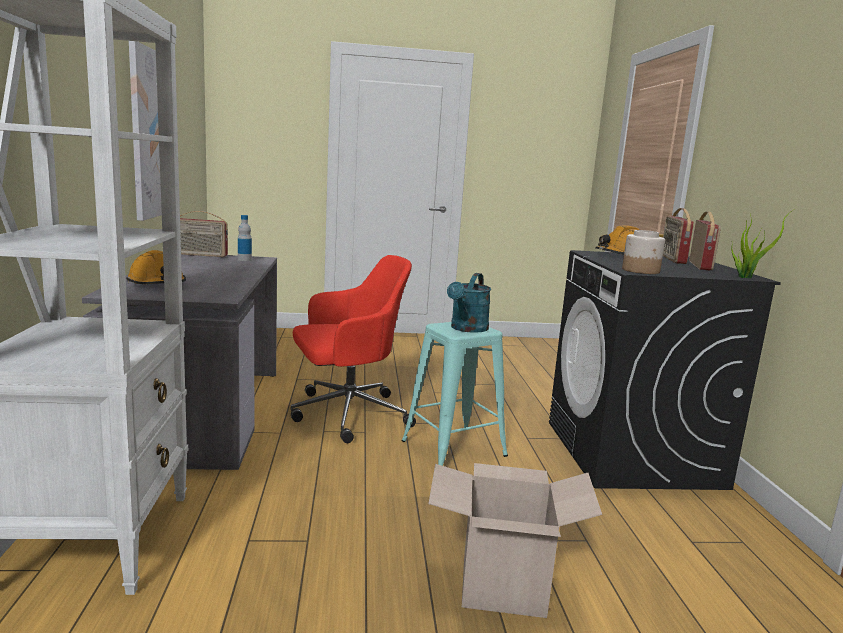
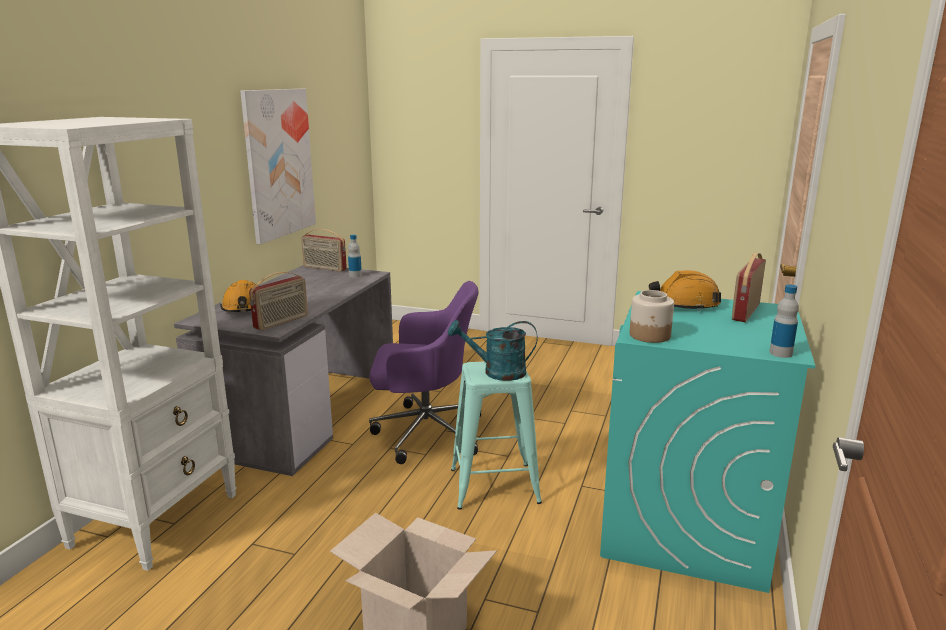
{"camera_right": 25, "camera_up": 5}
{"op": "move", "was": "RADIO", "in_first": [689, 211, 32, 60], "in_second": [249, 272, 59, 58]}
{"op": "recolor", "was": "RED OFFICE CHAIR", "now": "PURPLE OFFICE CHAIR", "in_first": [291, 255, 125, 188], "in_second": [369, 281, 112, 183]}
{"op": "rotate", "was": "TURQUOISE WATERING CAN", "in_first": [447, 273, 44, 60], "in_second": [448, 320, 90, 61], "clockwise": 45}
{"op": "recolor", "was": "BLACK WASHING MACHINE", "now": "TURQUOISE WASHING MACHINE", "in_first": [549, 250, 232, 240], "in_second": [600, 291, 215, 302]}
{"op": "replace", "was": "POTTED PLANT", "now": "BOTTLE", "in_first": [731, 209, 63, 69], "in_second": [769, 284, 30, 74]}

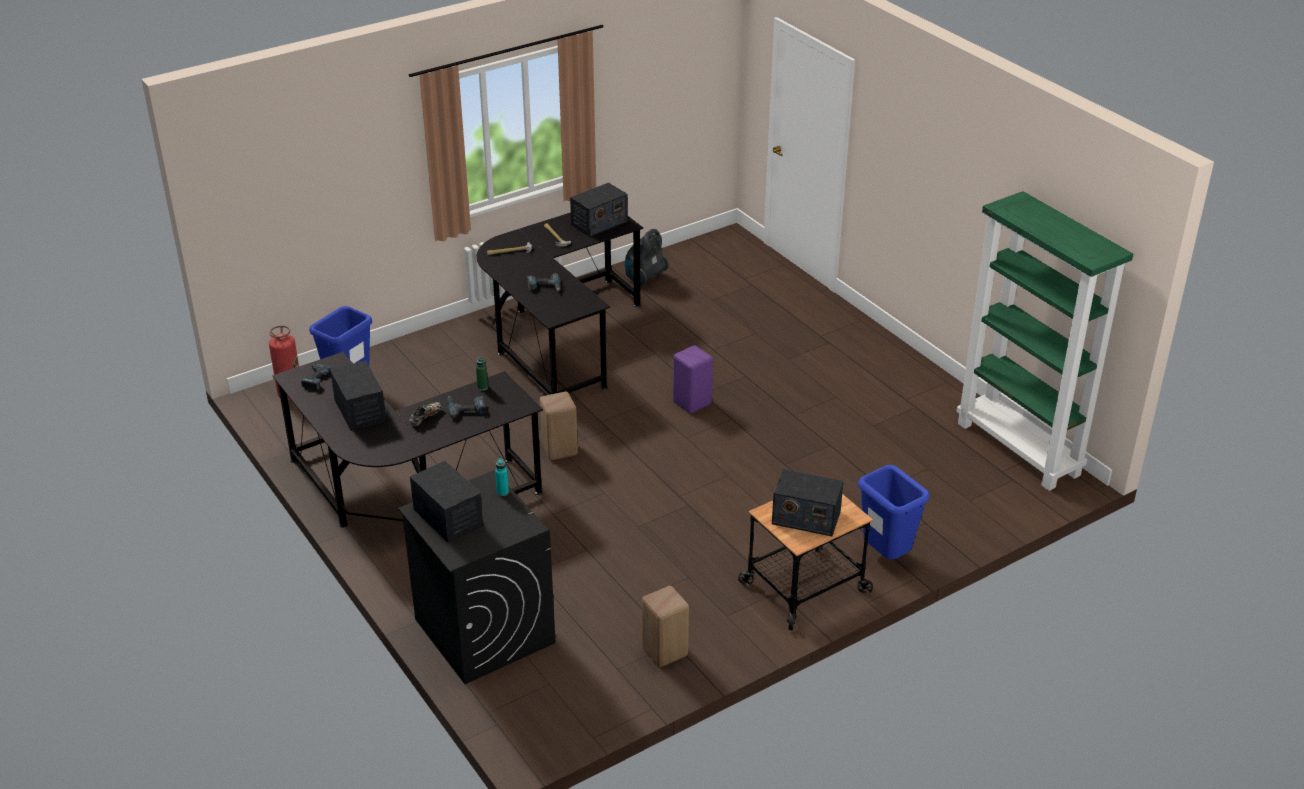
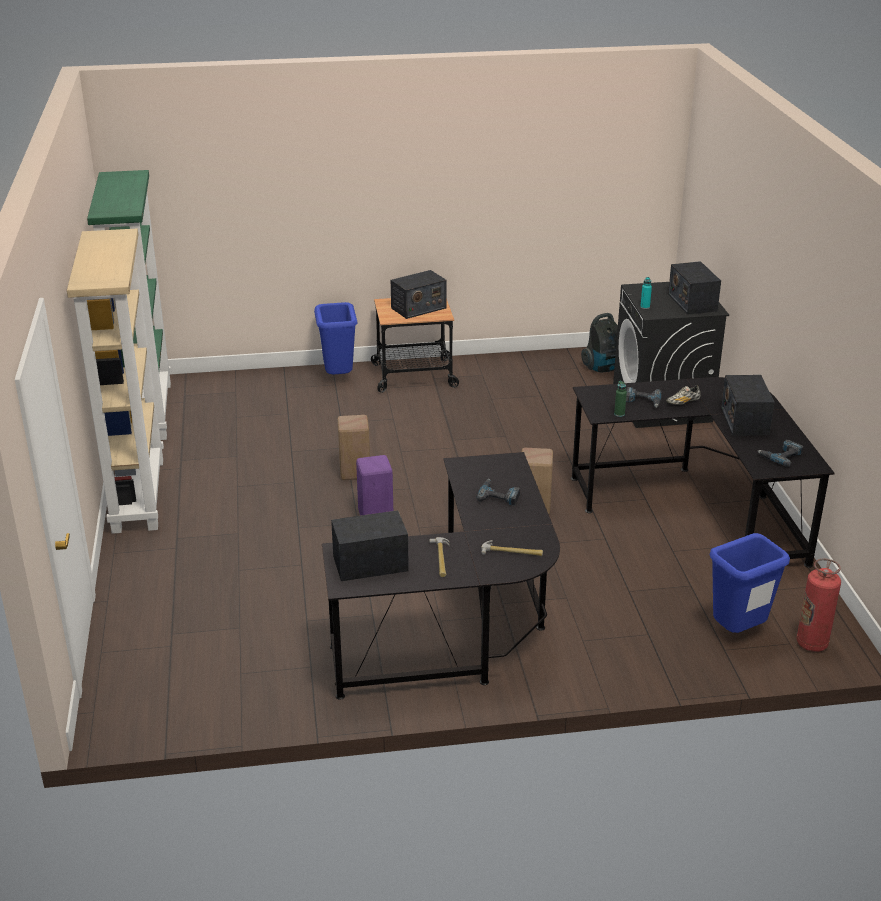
{"camera_right": -155, "camera_up": -5}
{"op": "insert", "now": "BEIGE BOOKCASE", "in_second": [67, 229, 97, 305]}
{"op": "move", "was": "BEIGE STOOL", "in_first": [642, 586, 47, 81], "in_second": [338, 415, 32, 65]}
{"op": "rotate", "was": "RADIO", "in_first": [772, 469, 71, 67], "in_second": [391, 270, 56, 49], "clockwise": 105}
{"op": "move", "was": "VACUUM CLEANER", "in_first": [625, 229, 44, 58], "in_second": [581, 313, 37, 59]}

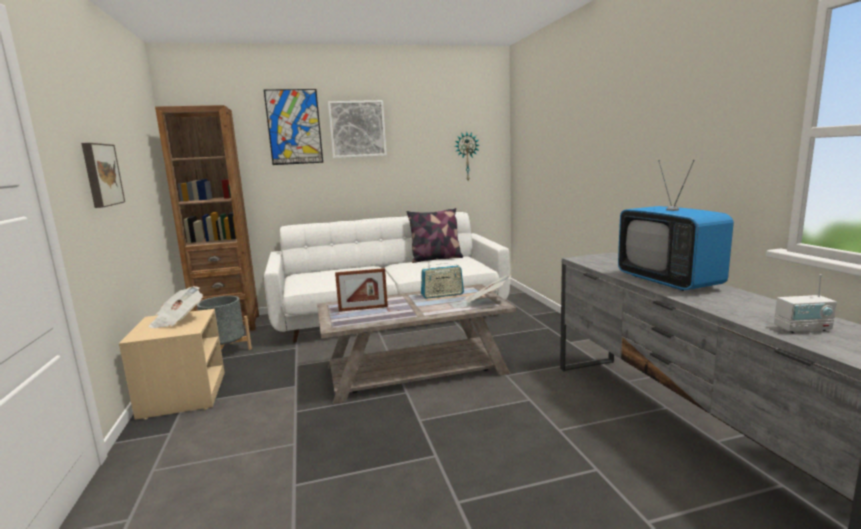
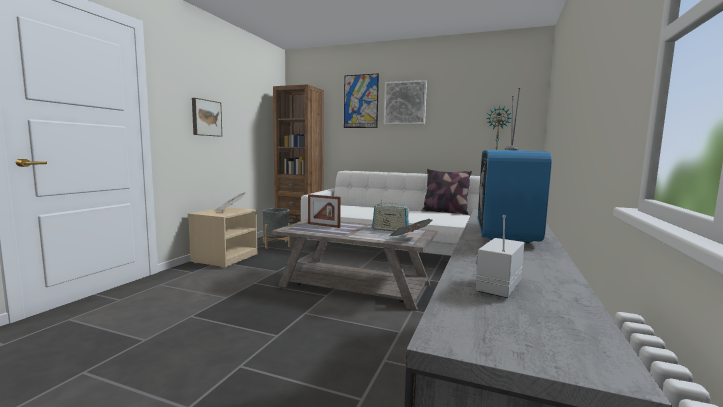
{"camera_right": 35, "camera_up": -5}
{"op": "rotate", "was": "RADIO", "in_first": [774, 274, 63, 59], "in_second": [475, 215, 49, 83], "clockwise": 90}

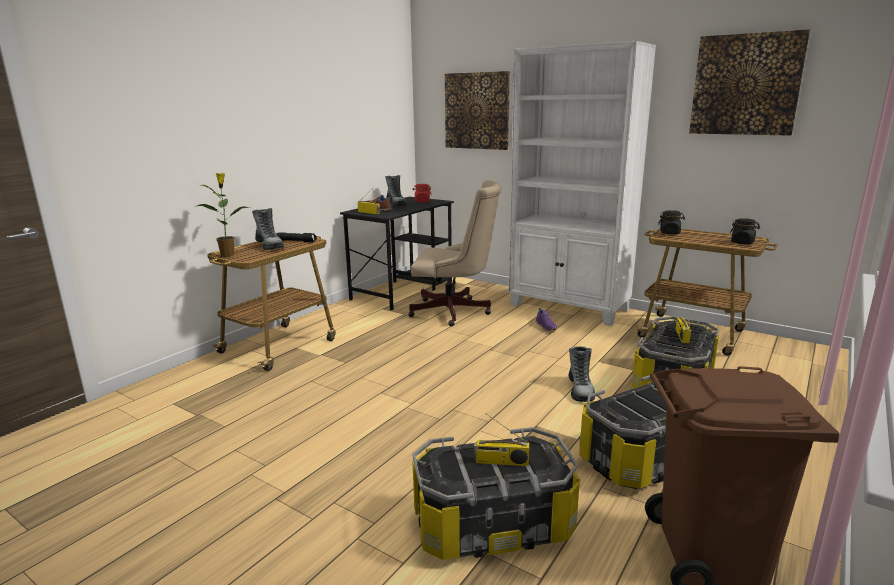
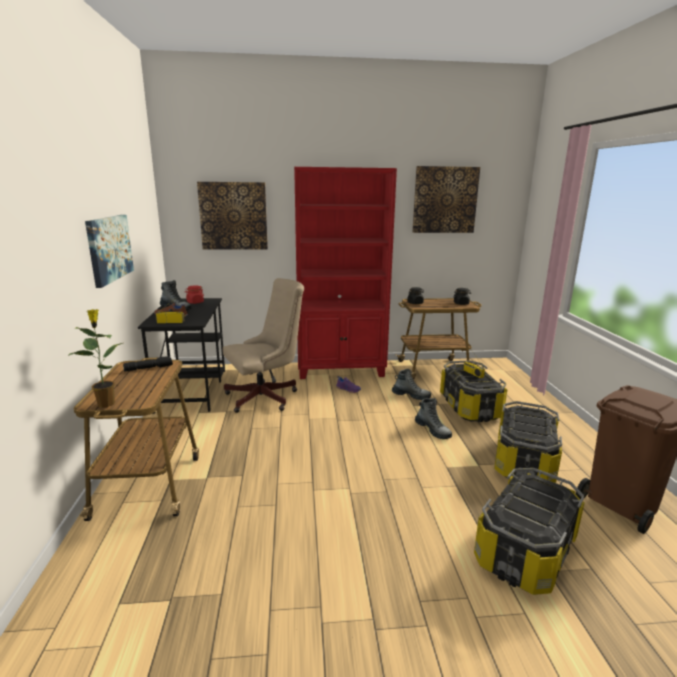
{"camera_right": -40, "camera_up": 0}
{"op": "insert", "now": "PICTURE", "in_second": [85, 215, 49, 73]}
{"op": "recolor", "was": "WHITE BOOKCASE", "now": "RED BOOKCASE", "in_first": [508, 41, 148, 285], "in_second": [294, 167, 103, 212]}
{"op": "move", "was": "BOOT", "in_first": [252, 208, 33, 42], "in_second": [392, 369, 39, 31]}
{"op": "delete", "was": "RADIO", "in_first": [474, 413, 55, 53]}

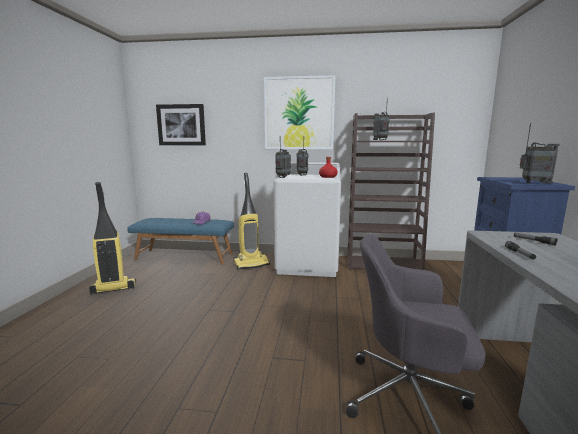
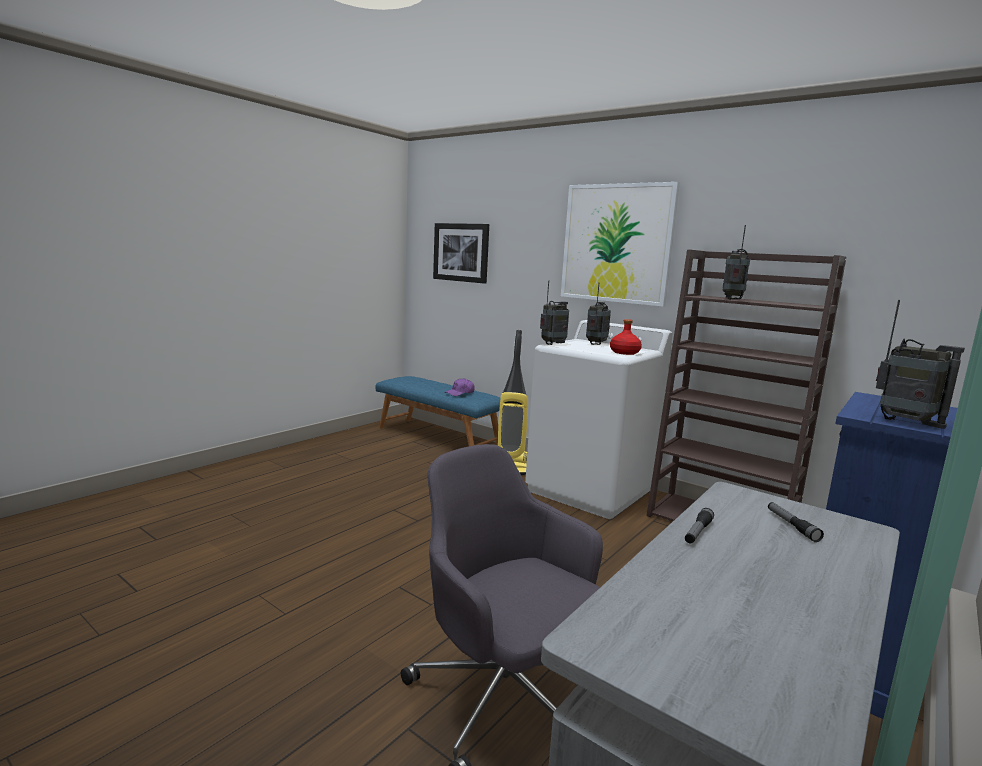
{"camera_right": 30, "camera_up": 0}
{"op": "delete", "was": "VACUUM CLEANER", "in_first": [89, 182, 47, 113]}

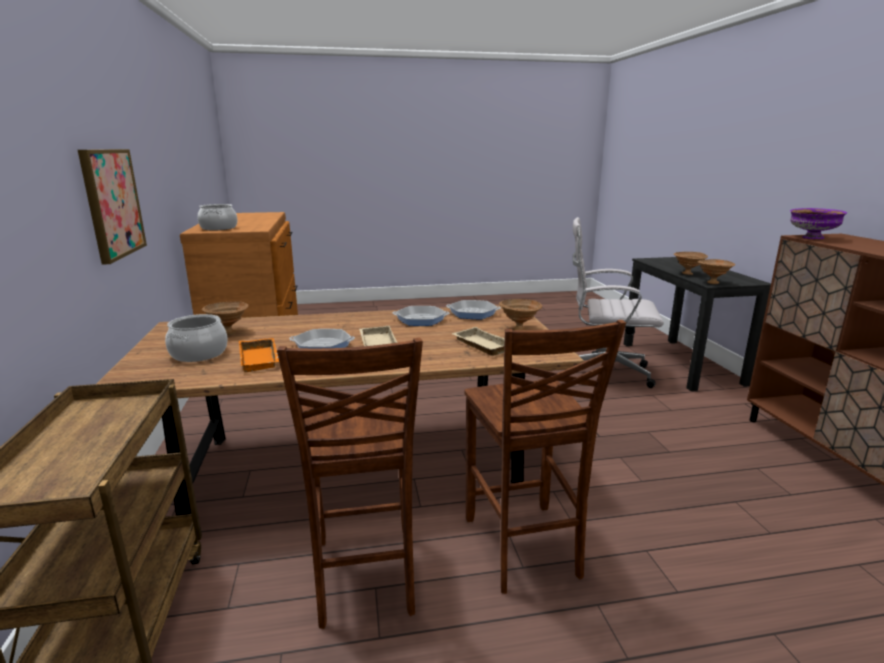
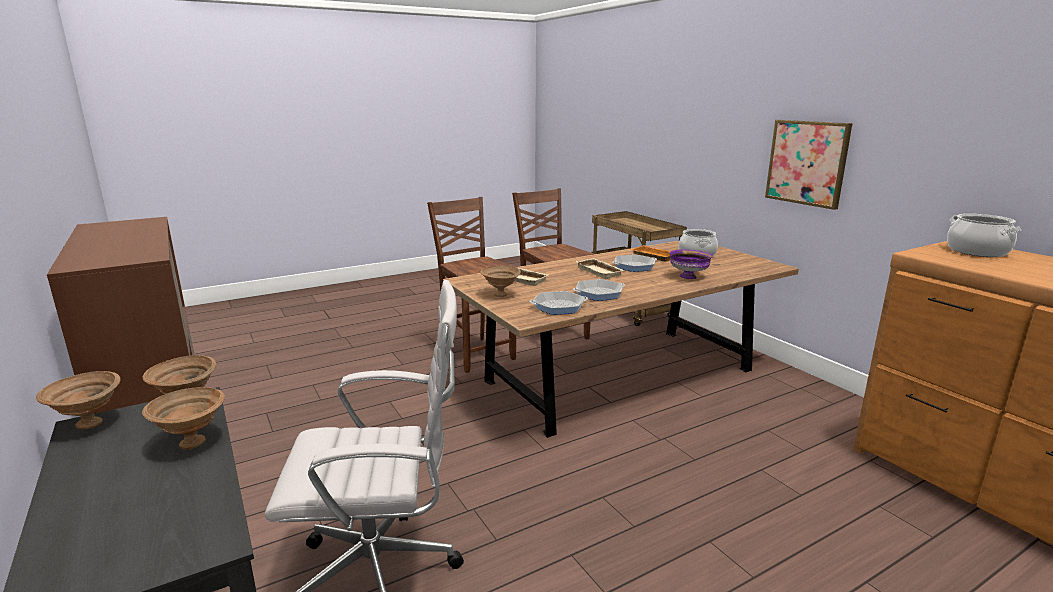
{"camera_right": 160, "camera_up": 0}
{"op": "move", "was": "BROWN BOWL", "in_first": [202, 301, 46, 34], "in_second": [36, 371, 85, 59]}
{"op": "move", "was": "PURPLE BOWL", "in_first": [790, 208, 57, 31], "in_second": [669, 249, 44, 30]}

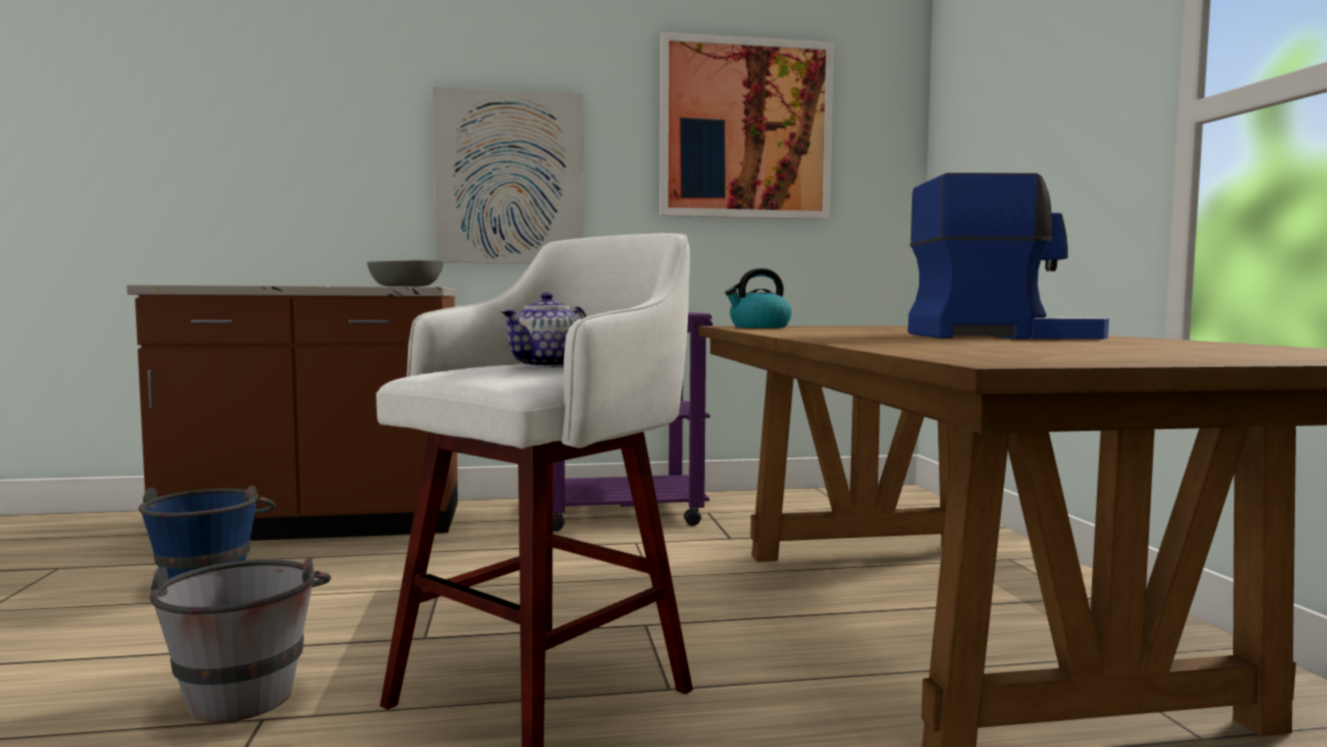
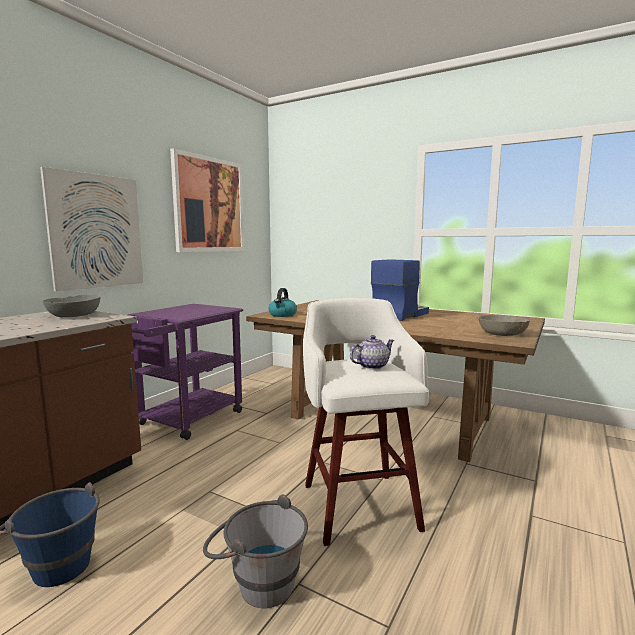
{"camera_right": -50, "camera_up": 5}
{"op": "rotate", "was": "TEAPOT", "in_first": [500, 292, 87, 76], "in_second": [350, 335, 45, 34], "clockwise": -105}
{"op": "insert", "now": "GREY BOWL", "in_second": [478, 315, 52, 21]}

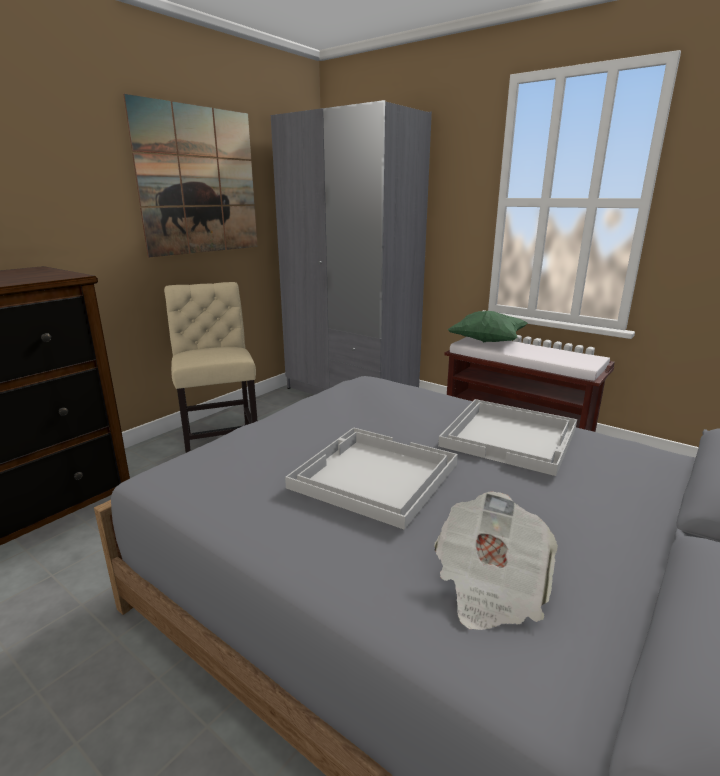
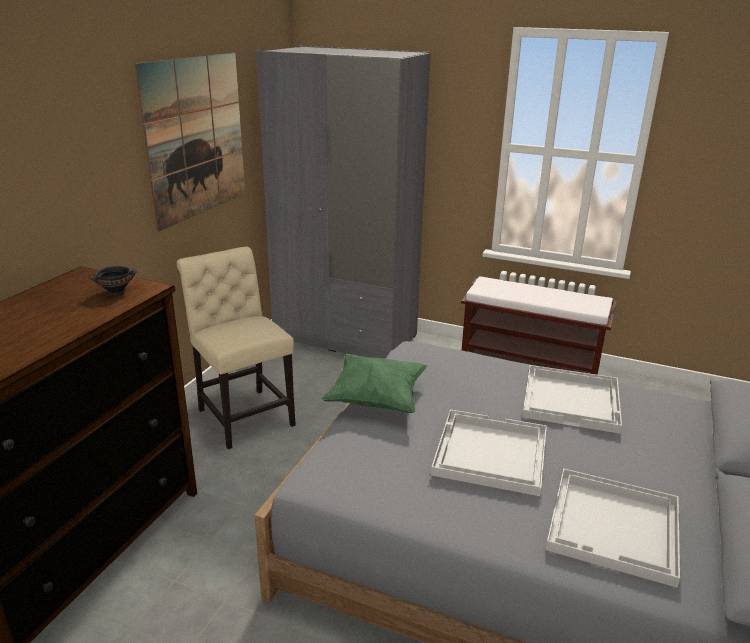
{"camera_right": -15, "camera_up": 5}
{"op": "insert", "now": "BLACK BOWL", "in_second": [90, 266, 46, 29]}
{"op": "move", "was": "GREEN PILLOW", "in_first": [448, 311, 80, 31], "in_second": [322, 354, 106, 59]}
{"op": "replace", "was": "NEWSPAPER", "now": "WHITE TRAY", "in_first": [434, 492, 124, 138], "in_second": [545, 468, 135, 119]}

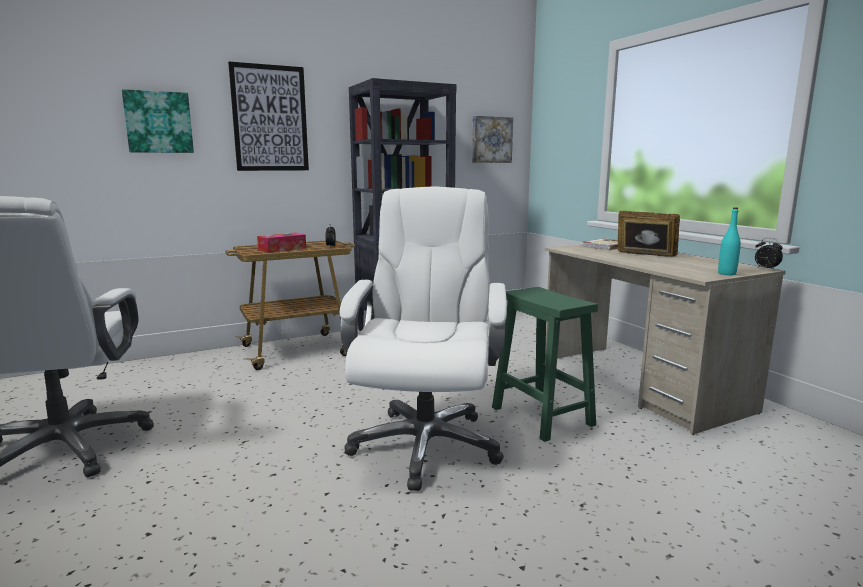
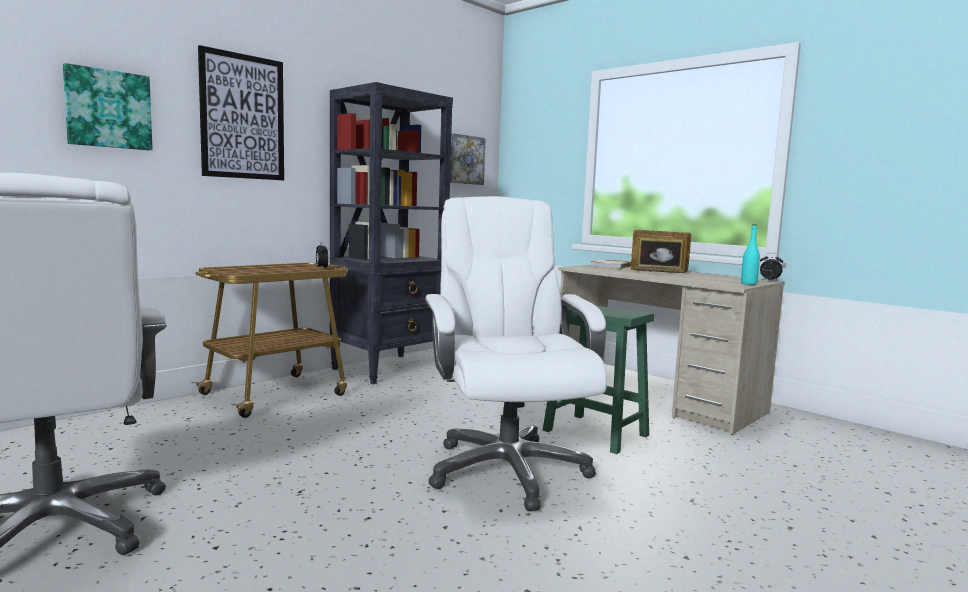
{"camera_right": -20, "camera_up": -5}
{"op": "delete", "was": "TISSUE BOX", "in_first": [257, 233, 49, 20]}

